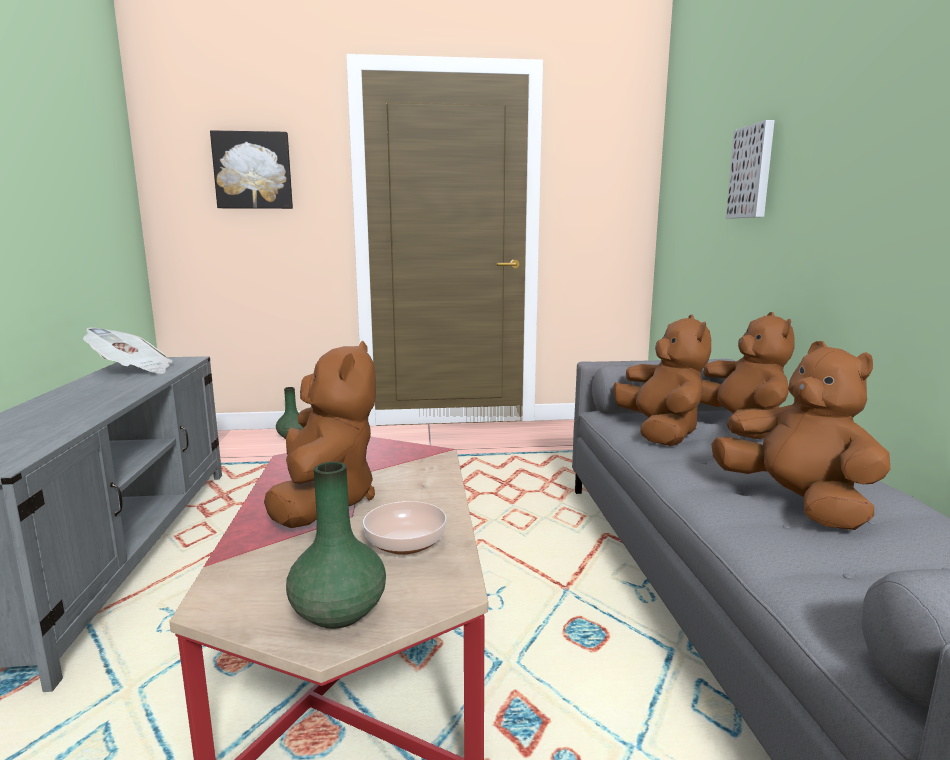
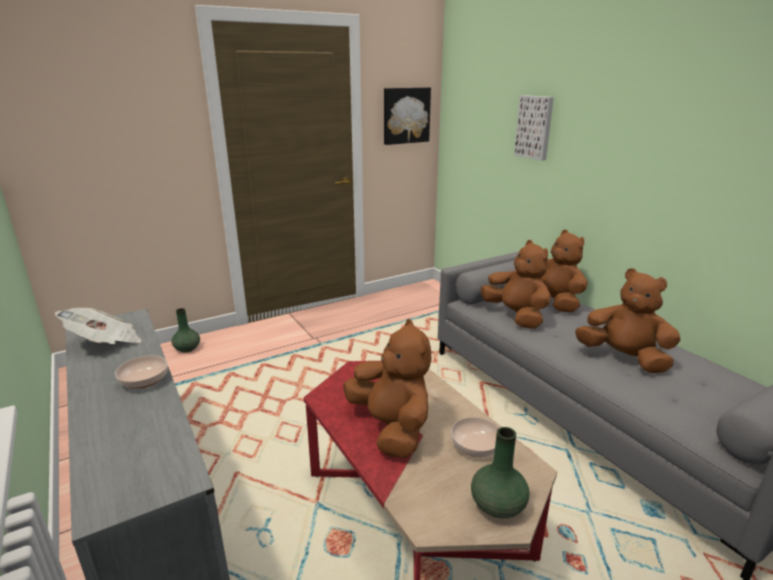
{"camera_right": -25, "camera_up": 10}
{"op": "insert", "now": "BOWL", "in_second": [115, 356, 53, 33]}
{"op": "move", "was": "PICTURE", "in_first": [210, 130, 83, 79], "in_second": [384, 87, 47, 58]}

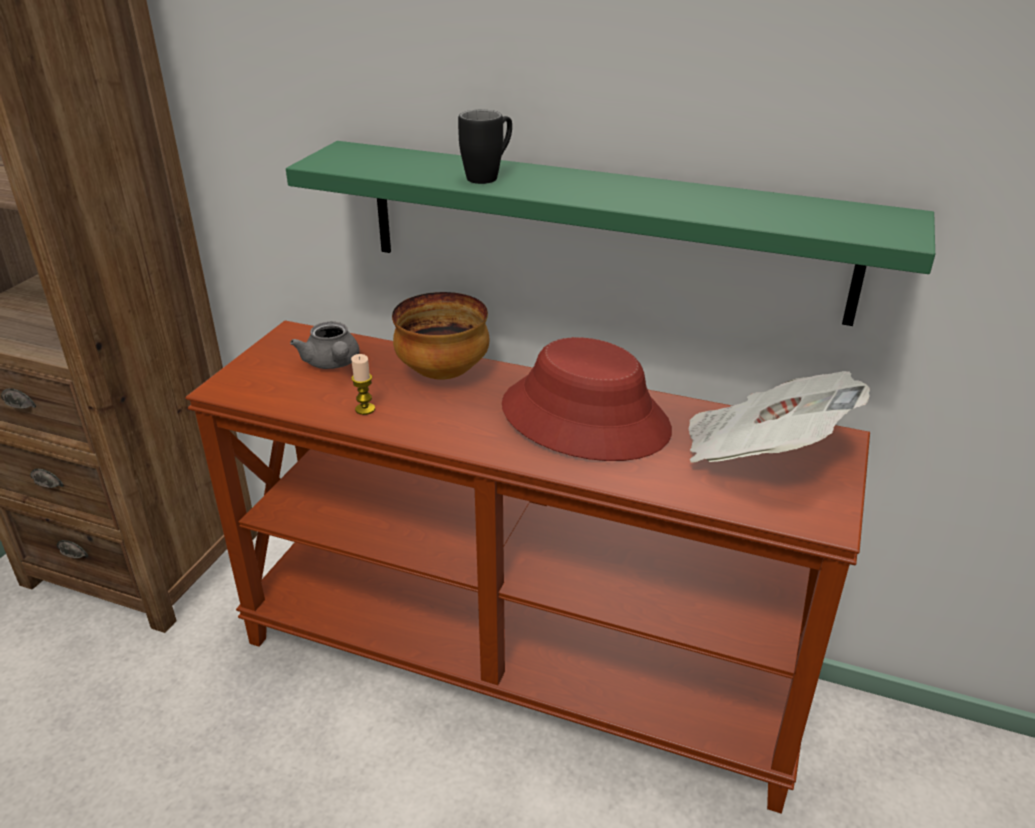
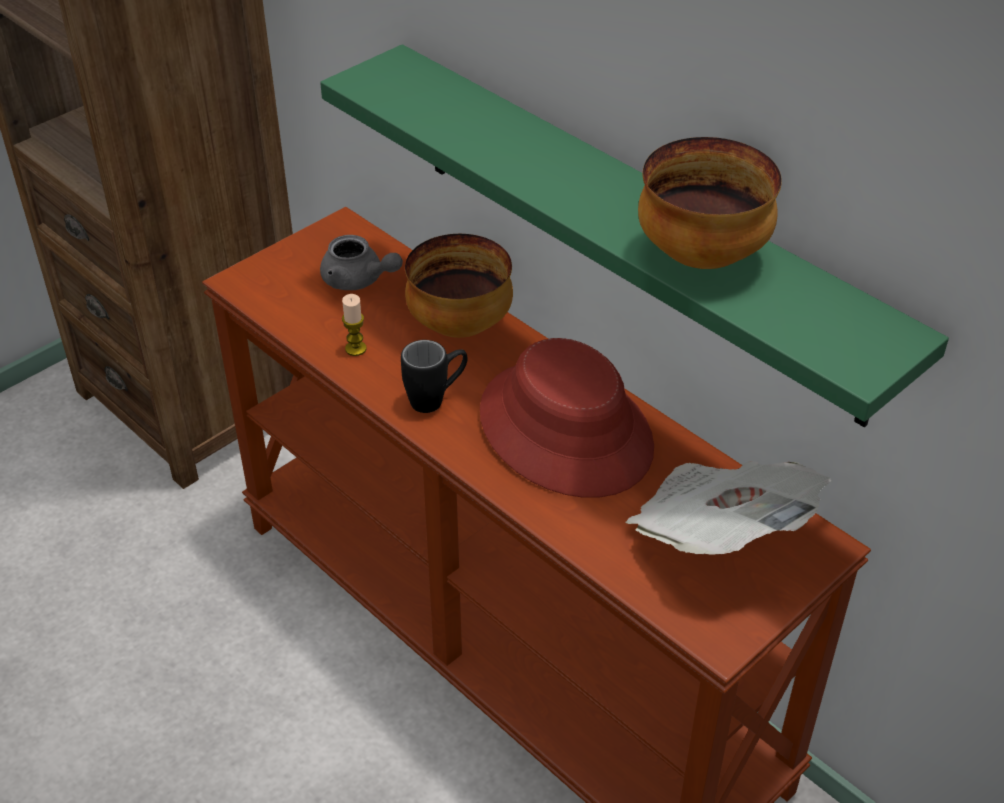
{"camera_right": 25, "camera_up": 10}
{"op": "rotate", "was": "GREY TEAPOT", "in_first": [290, 322, 70, 47], "in_second": [320, 235, 83, 55], "clockwise": -60}
{"op": "move", "was": "BLACK MUG", "in_first": [458, 110, 54, 74], "in_second": [401, 340, 66, 73]}
{"op": "insert", "now": "BOWL", "in_second": [638, 137, 144, 132]}

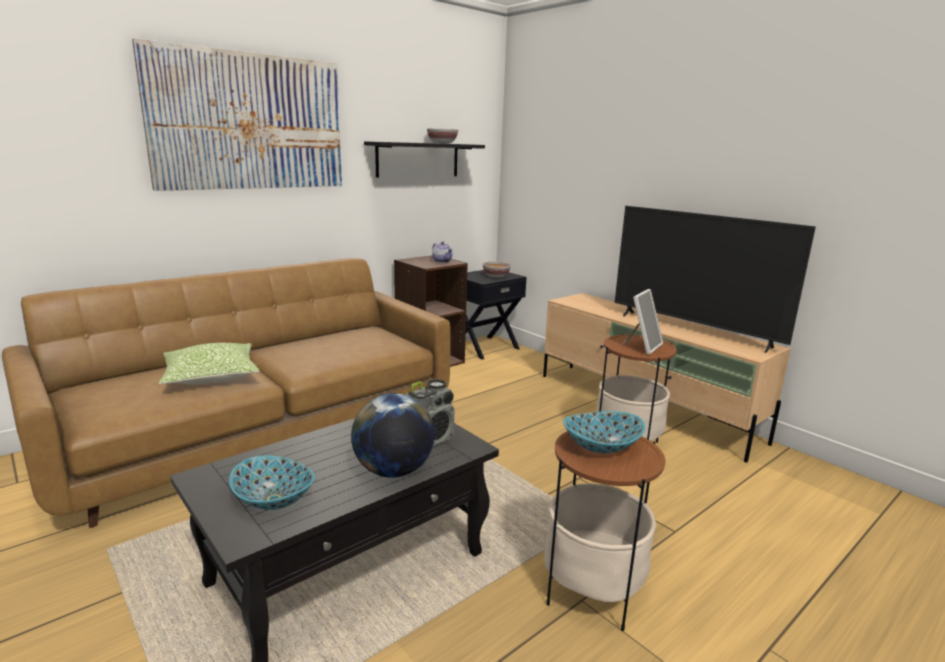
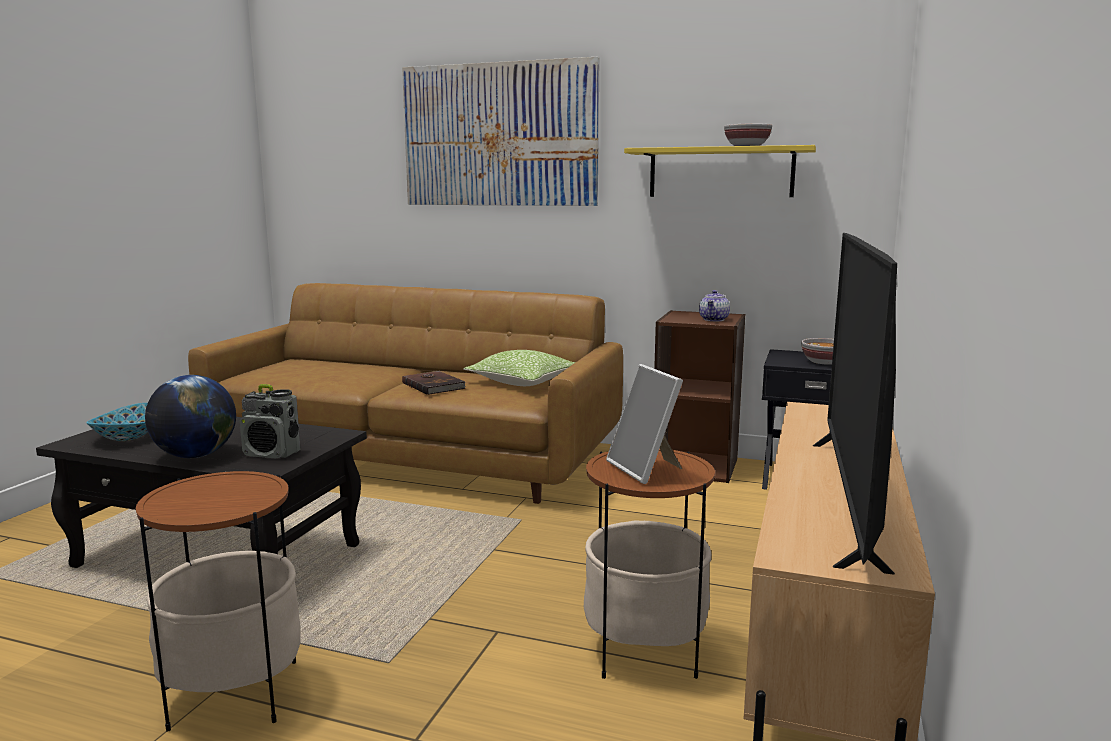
{"camera_right": 60, "camera_up": -5}
{"op": "insert", "now": "BROWN BOOK", "in_second": [402, 371, 64, 24]}
{"op": "move", "was": "PILLOW", "in_first": [159, 343, 101, 41], "in_second": [463, 350, 113, 36]}
{"op": "rotate", "was": "PICTURE FRAME", "in_first": [622, 289, 41, 65], "in_second": [606, 364, 77, 120], "clockwise": 60}
{"op": "recolor", "was": "BLACK SHELF", "now": "YELLOW SHELF", "in_first": [364, 141, 121, 36], "in_second": [624, 145, 192, 52]}
{"op": "delete", "was": "BOWL", "in_first": [563, 411, 83, 42]}

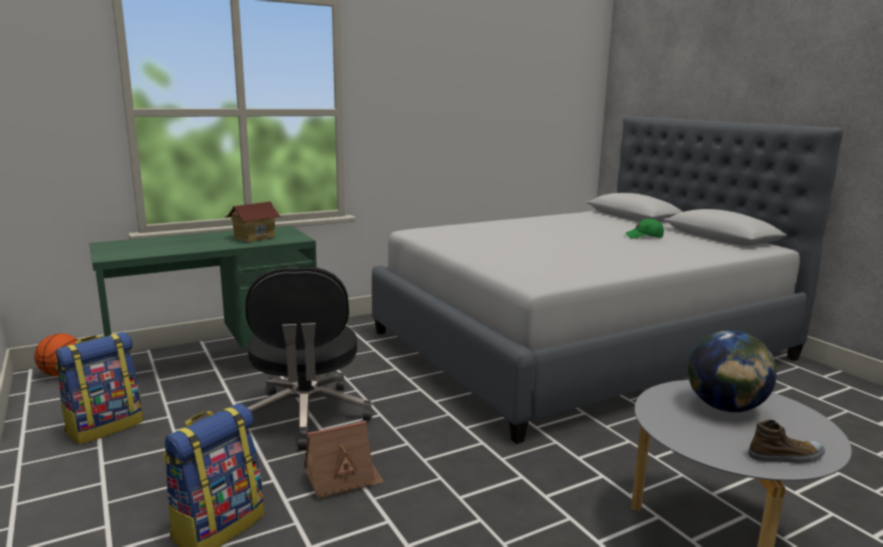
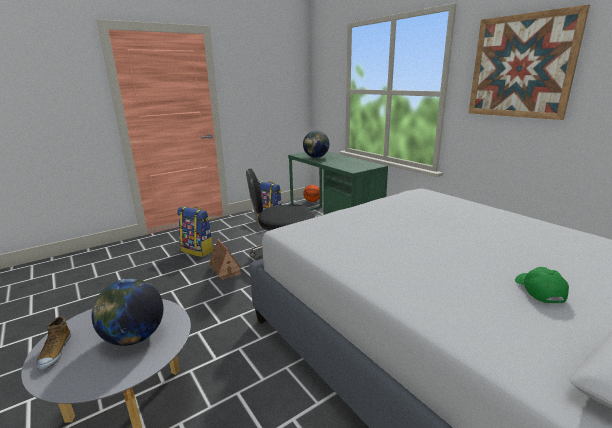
{"camera_right": 85, "camera_up": 5}
{"op": "insert", "now": "GLOBE", "in_second": [303, 131, 26, 27]}
{"op": "insert", "now": "PICTURE", "in_second": [469, 5, 121, 115]}
{"op": "delete", "was": "TOY HOUSE", "in_first": [224, 201, 57, 41]}

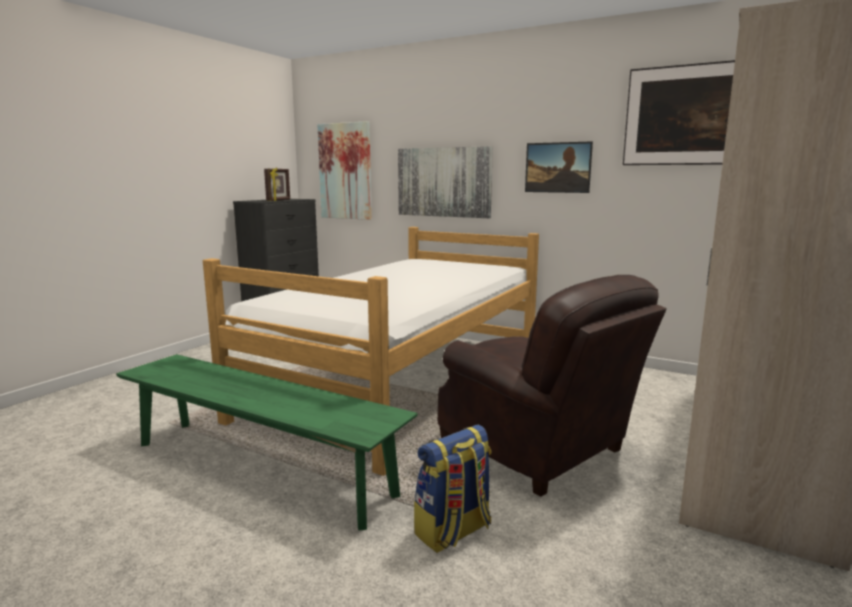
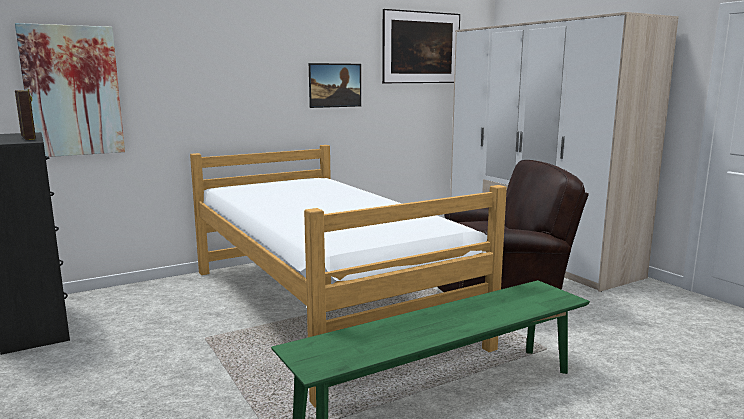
{"camera_right": -60, "camera_up": 0}
{"op": "delete", "was": "PICTURE", "in_first": [398, 146, 95, 72]}
{"op": "delete", "was": "BACKPACK", "in_first": [414, 425, 77, 128]}

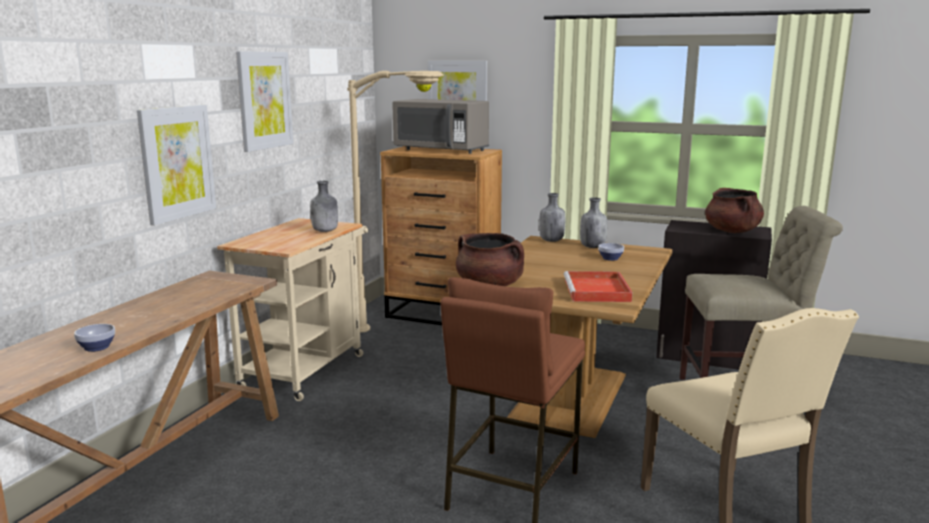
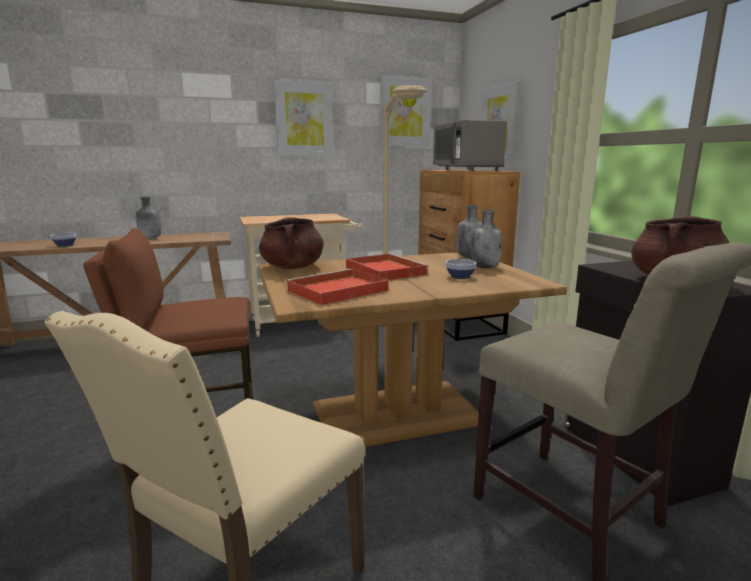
{"camera_right": 50, "camera_up": 0}
{"op": "move", "was": "GREY BOTTLE", "in_first": [310, 181, 28, 51], "in_second": [136, 196, 25, 43]}
{"op": "insert", "now": "RED TRAY", "in_second": [346, 254, 83, 26]}
{"op": "move", "was": "PICTURE", "in_first": [137, 105, 79, 120], "in_second": [380, 75, 52, 71]}

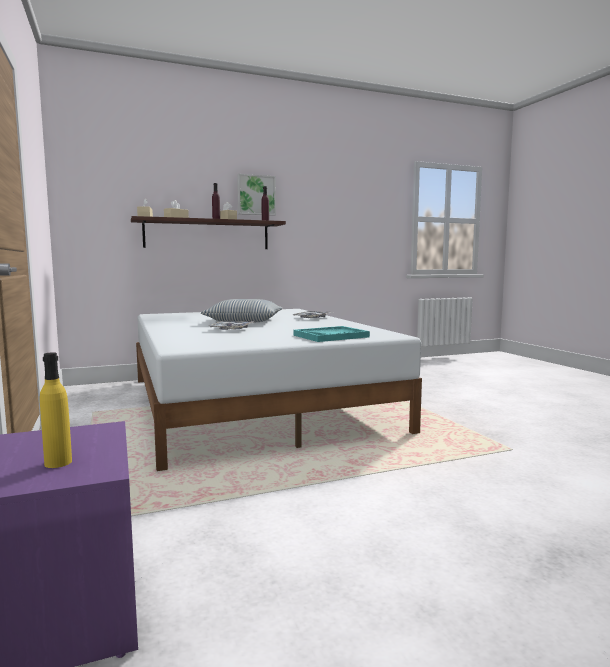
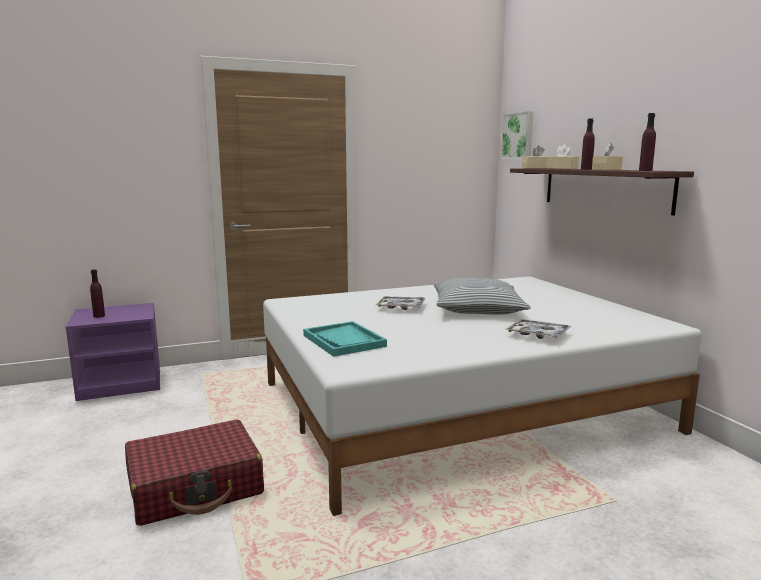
{"camera_right": 90, "camera_up": 5}
{"op": "recolor", "was": "YELLOW BOTTLE", "now": "PURPLE BOTTLE", "in_first": [40, 352, 32, 116], "in_second": [90, 269, 15, 49]}
{"op": "insert", "now": "RED SUITCASE", "in_second": [125, 420, 139, 106]}
{"op": "move", "was": "PICTURE", "in_first": [237, 174, 39, 42], "in_second": [500, 111, 33, 48]}

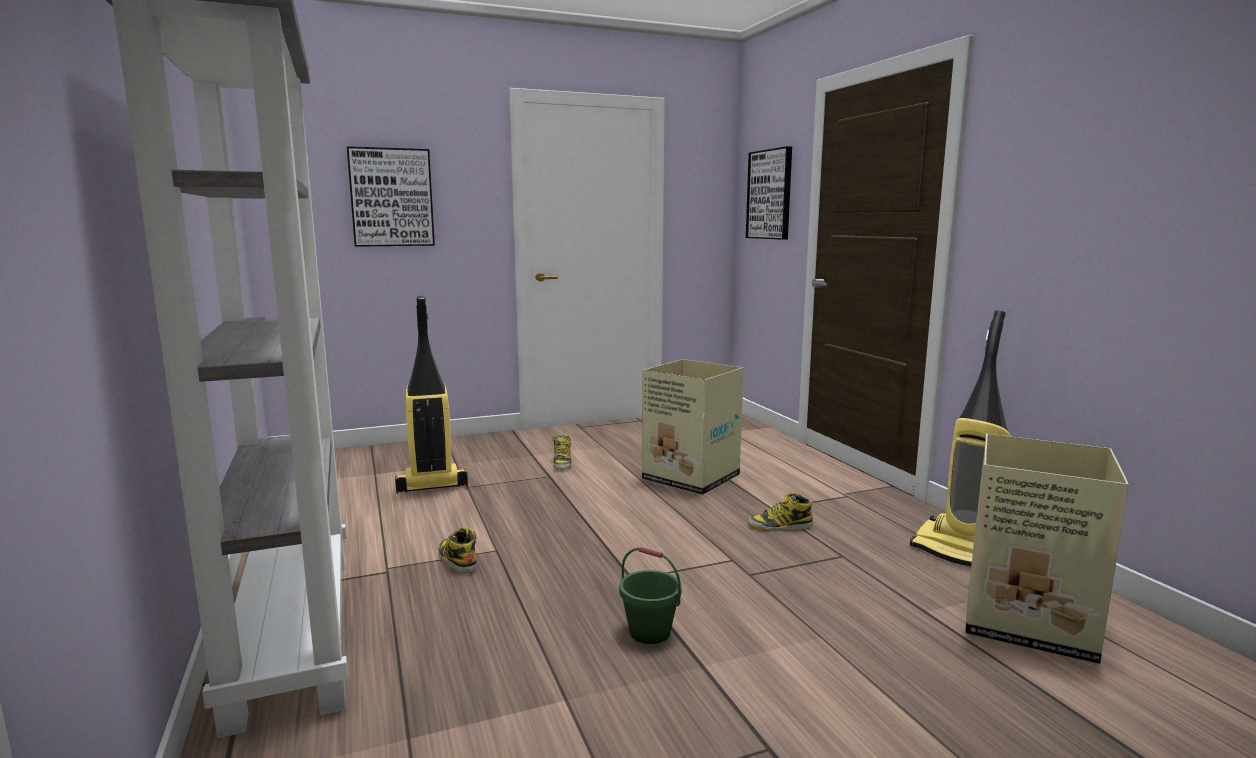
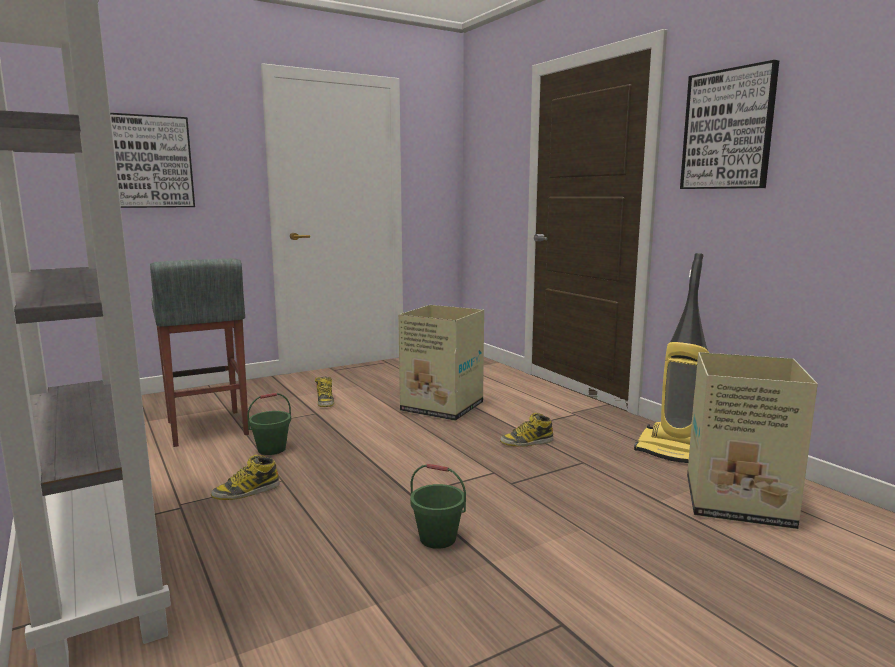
{"camera_right": -10, "camera_up": 0}
{"op": "replace", "was": "VACUUM CLEANER", "now": "GREY STOOL", "in_first": [395, 296, 73, 197], "in_second": [150, 258, 99, 189]}
{"op": "rotate", "was": "BOOT", "in_first": [438, 527, 40, 47], "in_second": [211, 455, 69, 45], "clockwise": -75}
{"op": "insert", "now": "GREEN BUCKET", "in_second": [247, 393, 44, 62]}
{"op": "move", "was": "PICTURE", "in_first": [746, 146, 46, 94], "in_second": [680, 60, 99, 129]}

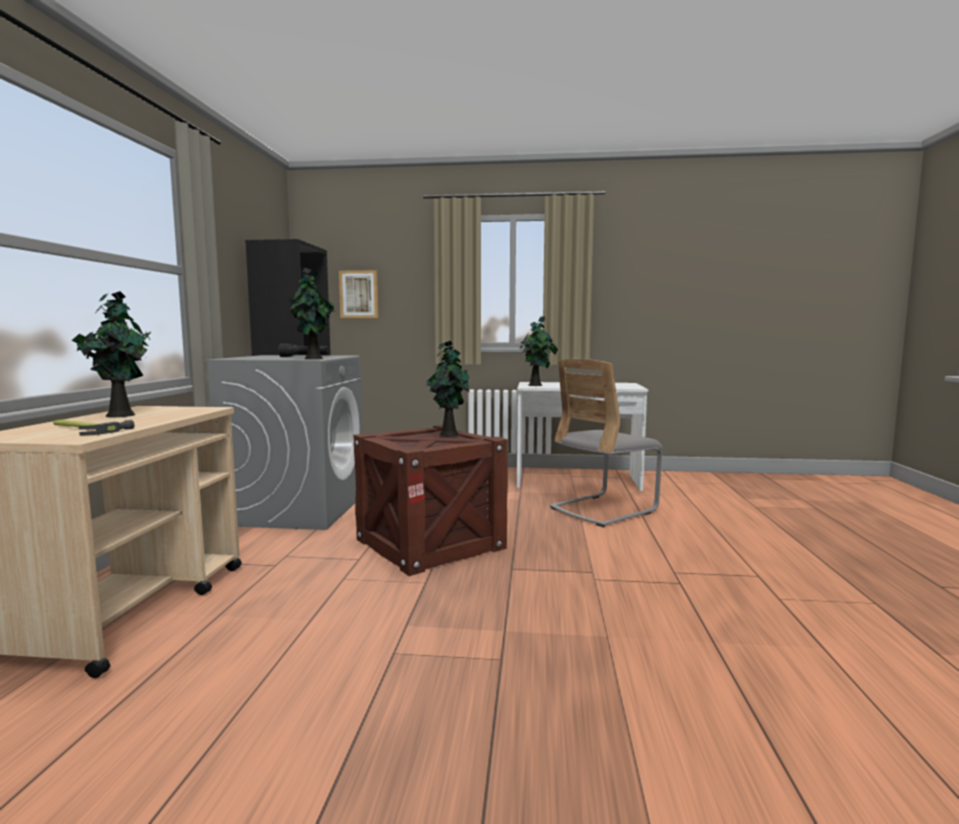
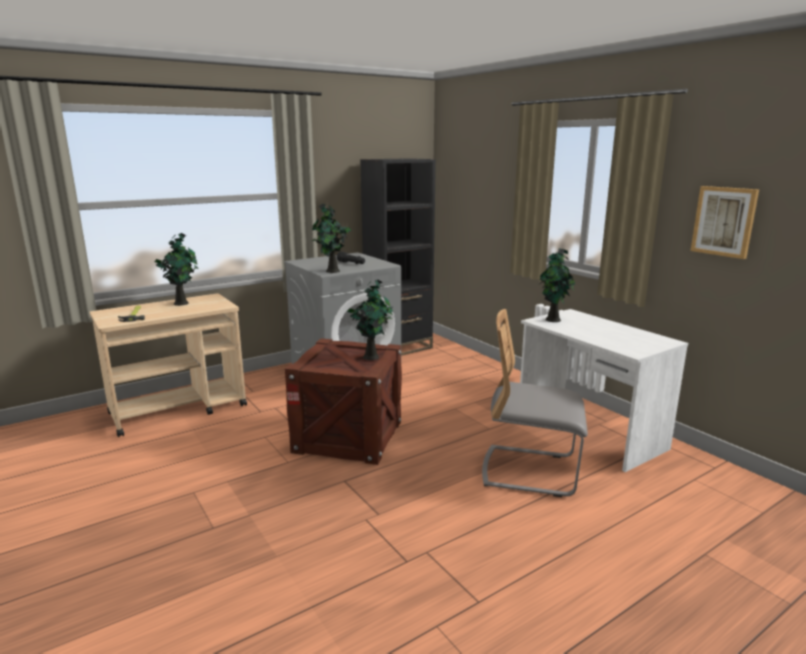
{"camera_right": 50, "camera_up": 10}
{"op": "move", "was": "PICTURE", "in_first": [339, 270, 39, 48], "in_second": [690, 186, 69, 73]}

